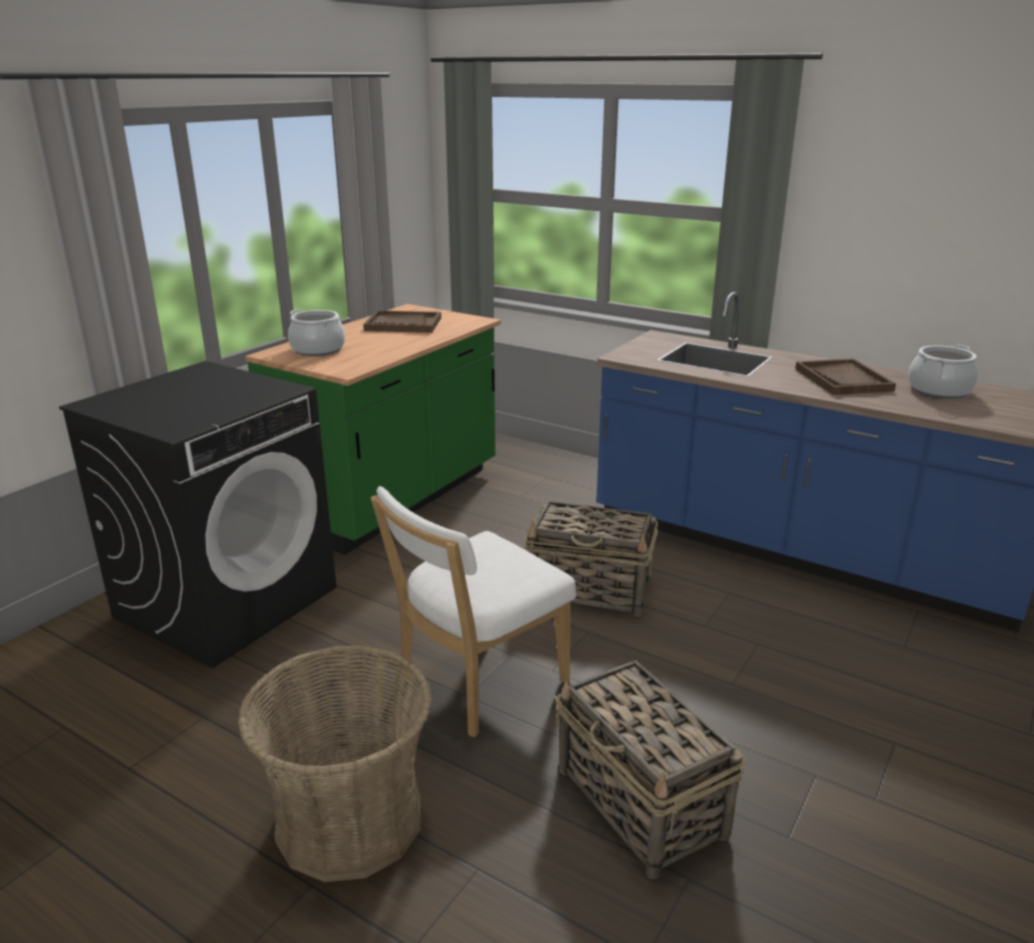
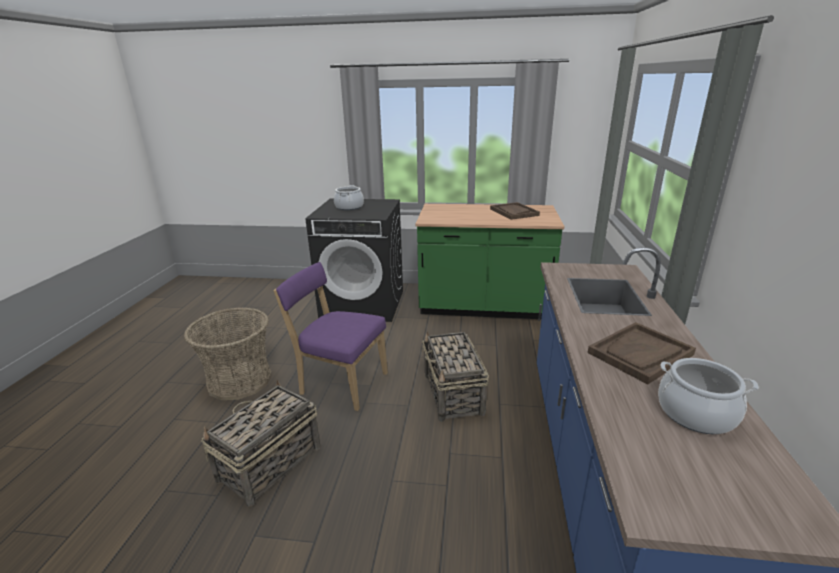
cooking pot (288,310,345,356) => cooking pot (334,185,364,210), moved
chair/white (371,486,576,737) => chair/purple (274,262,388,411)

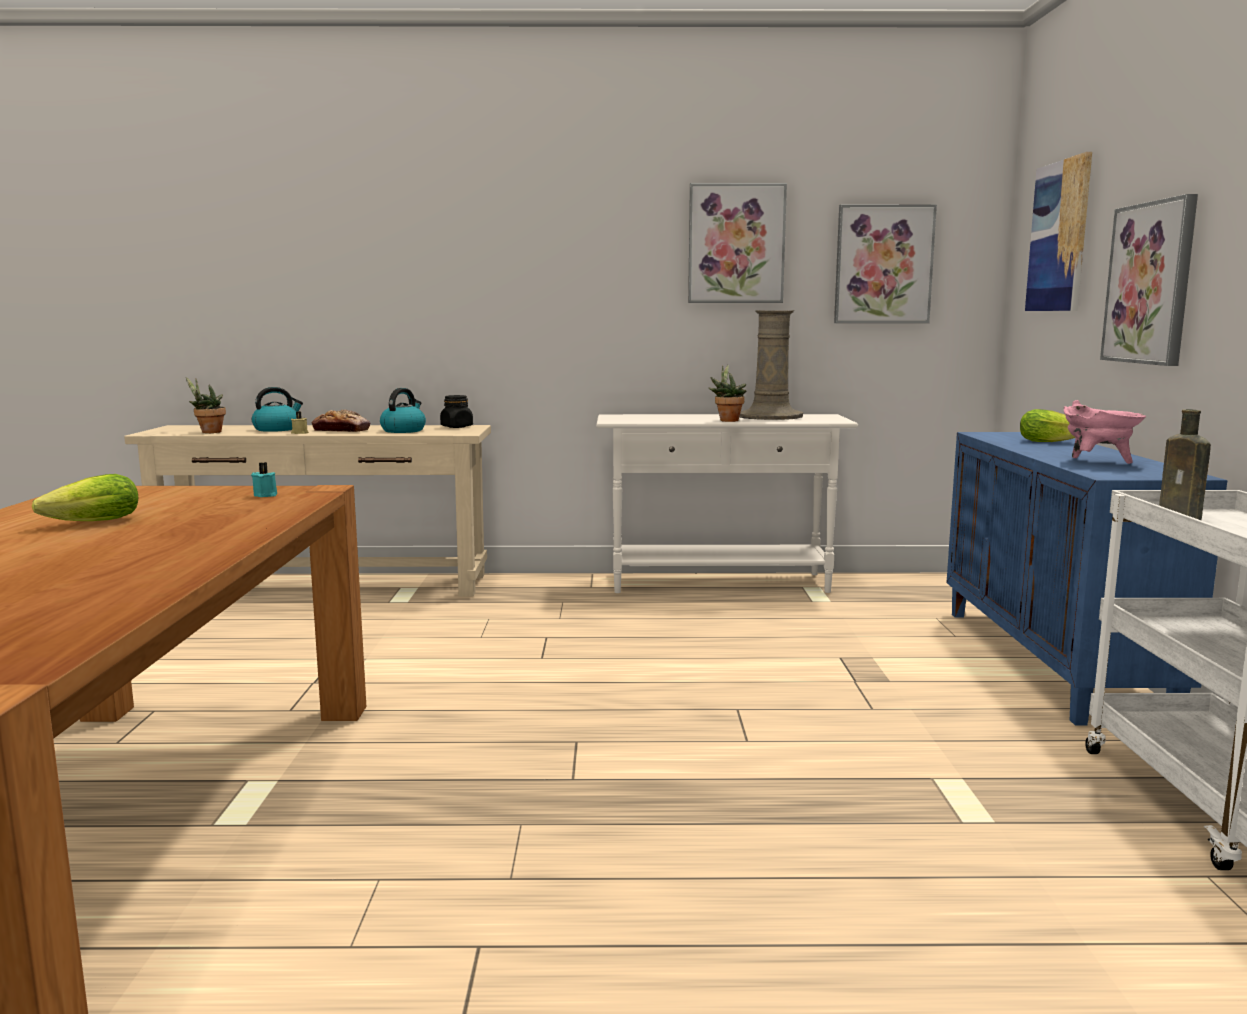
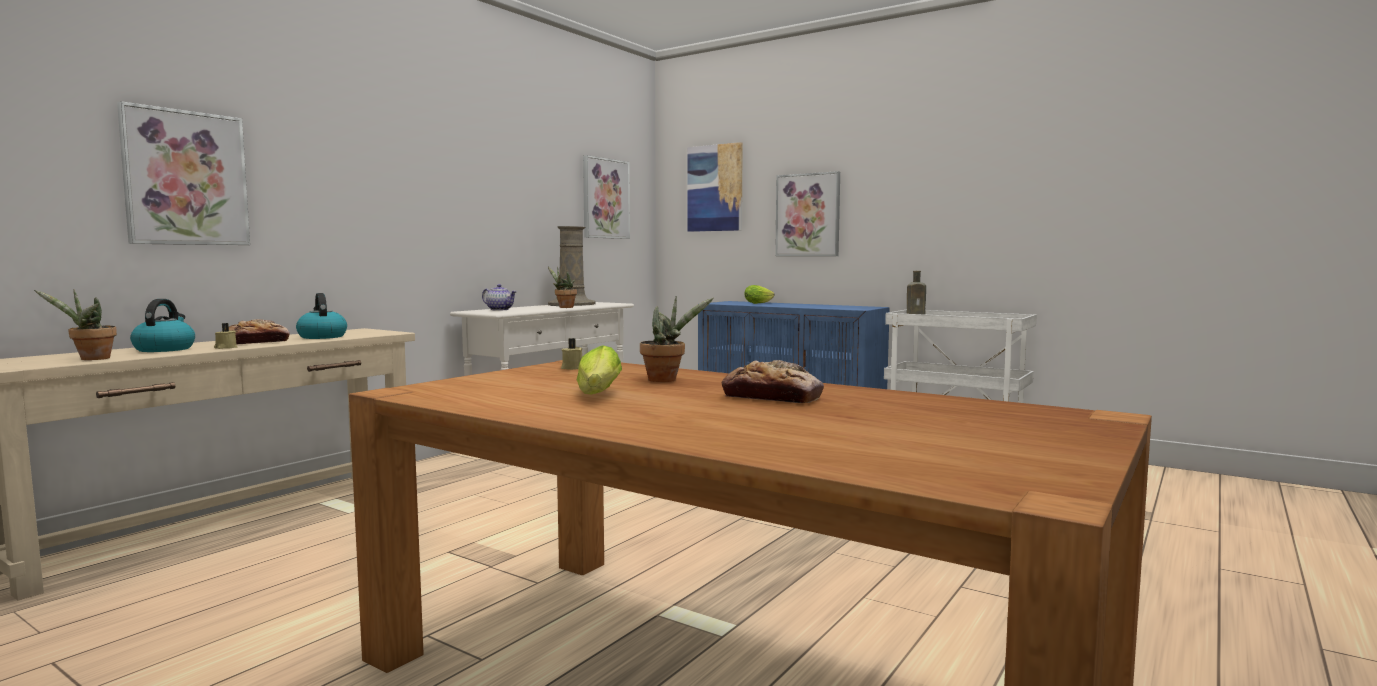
jar/black (440,395,473,428) => nothing
cooking pot/pink (1064,400,1146,464) => nothing
nothing => teapot (482,284,517,310)
nothing => potted plant (640,296,714,382)
nothing => bread (721,360,824,403)
picture (688,183,787,303) => picture (117,101,250,245), moved
candle/turquoise (251,462,277,497) => candle/beige (561,338,582,370)

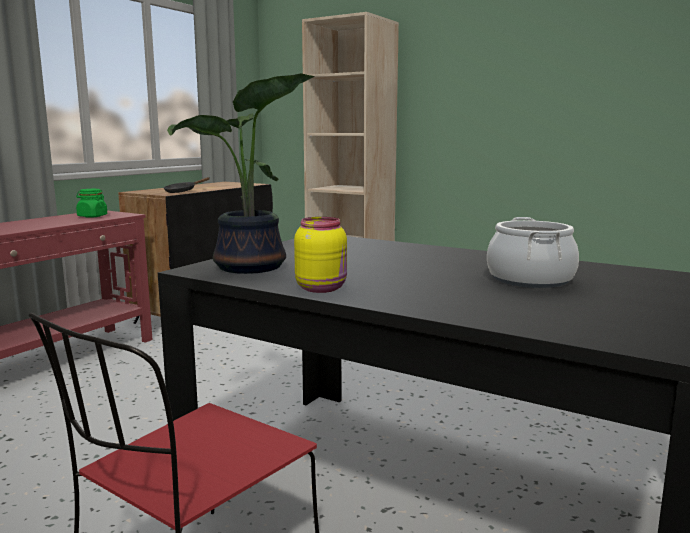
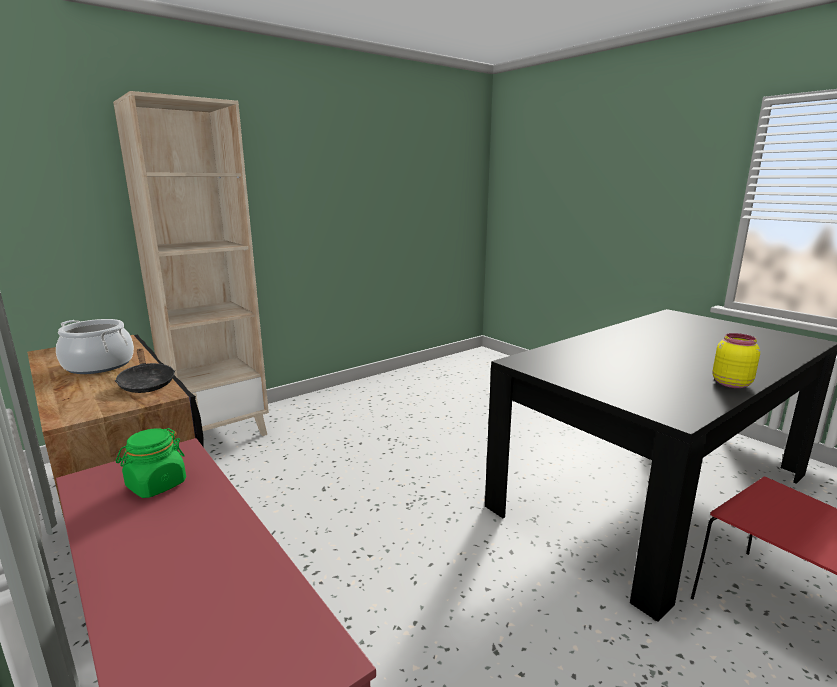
potted plant (167,73,314,274) => nothing
cooking pot (487,217,579,288) => cooking pot (56,319,134,374), moved

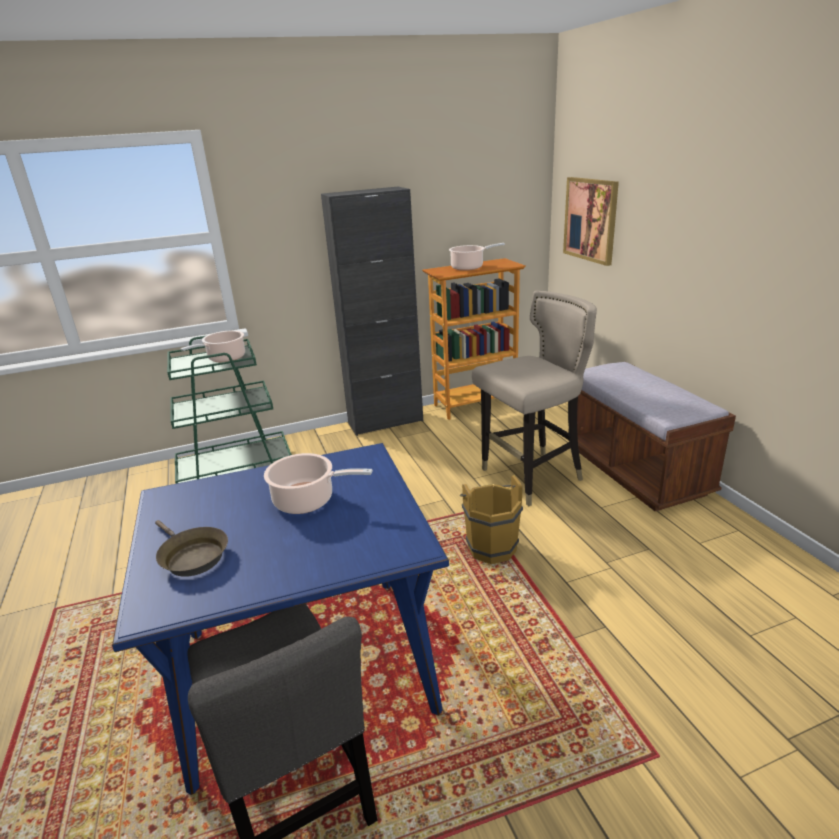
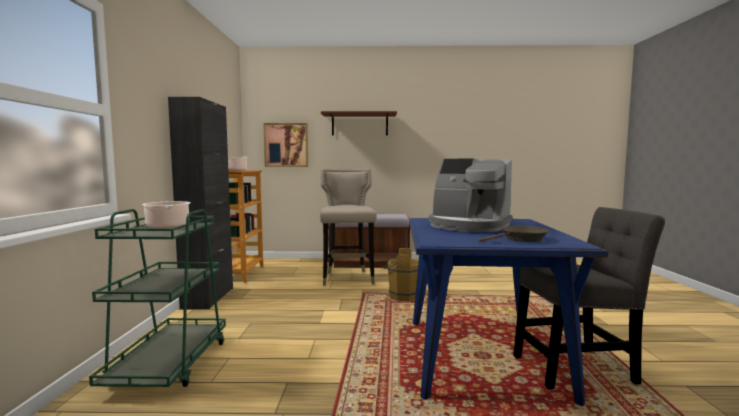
nothing => shelf/brown (321,111,397,136)
cooking pot (264,453,373,514) => coffee machine (429,158,513,232)

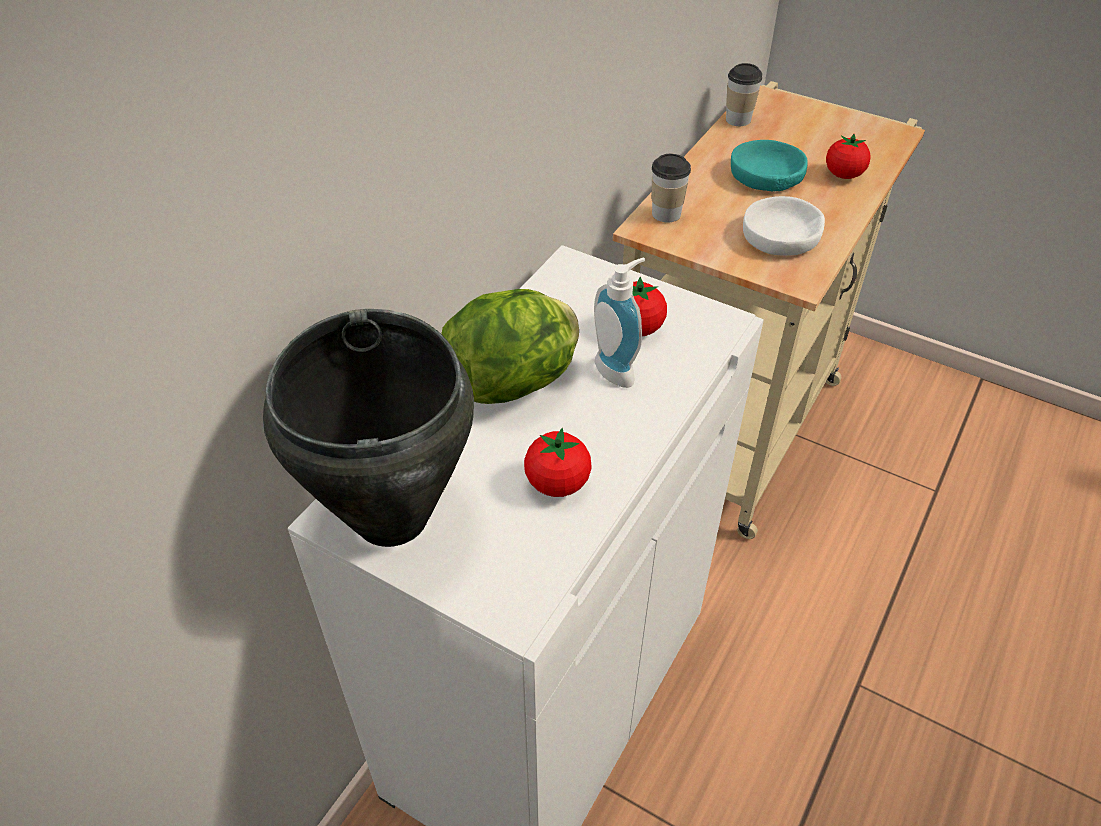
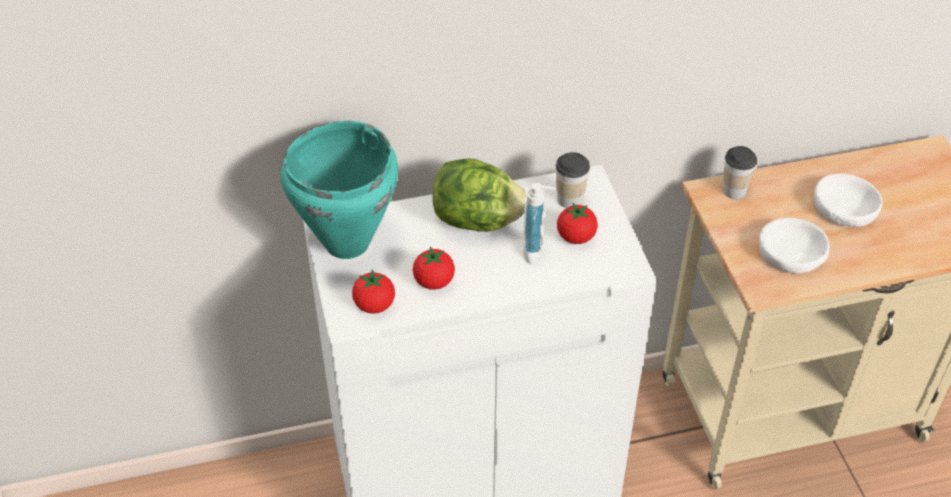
cup (726,63,763,126) => cup (556,152,590,208), moved
tomato (826,134,871,179) => tomato (352,269,395,314), moved
cooking pot/black (263,309,474,547) => cooking pot/turquoise (281,121,398,259)
bowl/turquoise (731,140,808,191) => bowl/white (814,173,883,227)

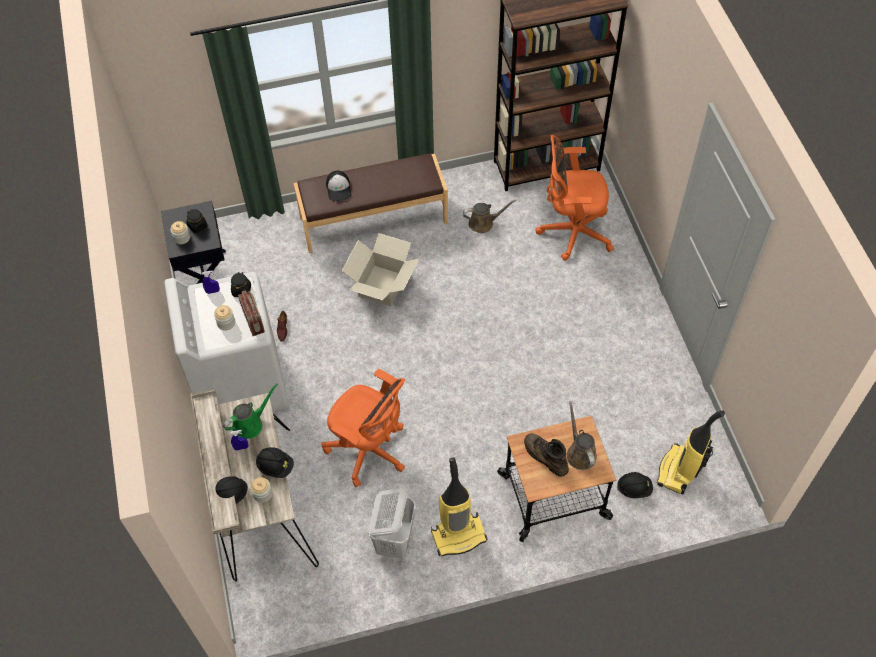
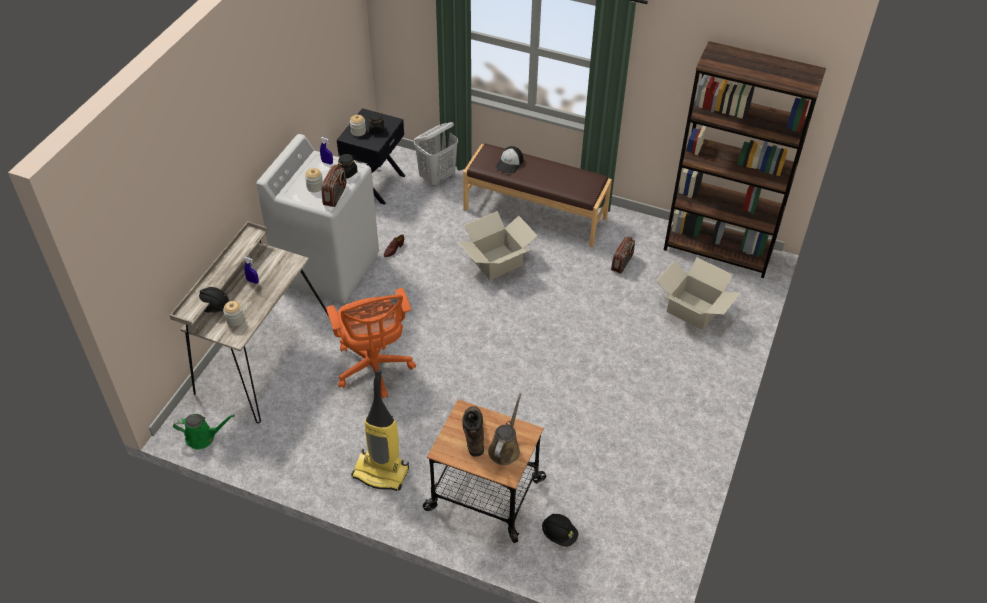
hard hat/black (256,447,294,478) => nothing
vacuum cleaner (657,410,725,495) => nothing
watering can/green (223,383,278,439) => watering can/green (173,414,235,450), moved
laundry basket/white (368,488,415,559) => laundry basket/white (414,122,458,186), moved
watering can/brown (463,200,516,233) => radio (611,236,635,274)
office chair/orange (535,135,614,261) => cardboard box (657,257,740,330)

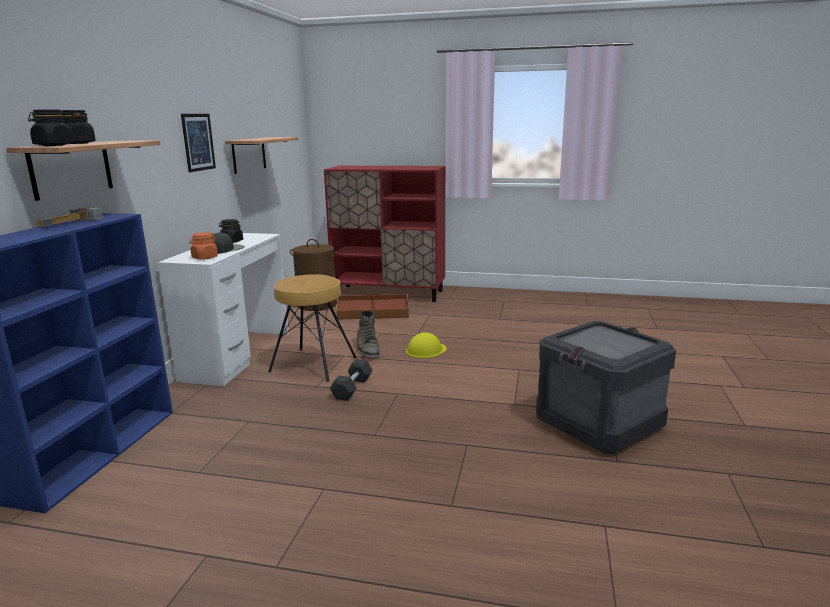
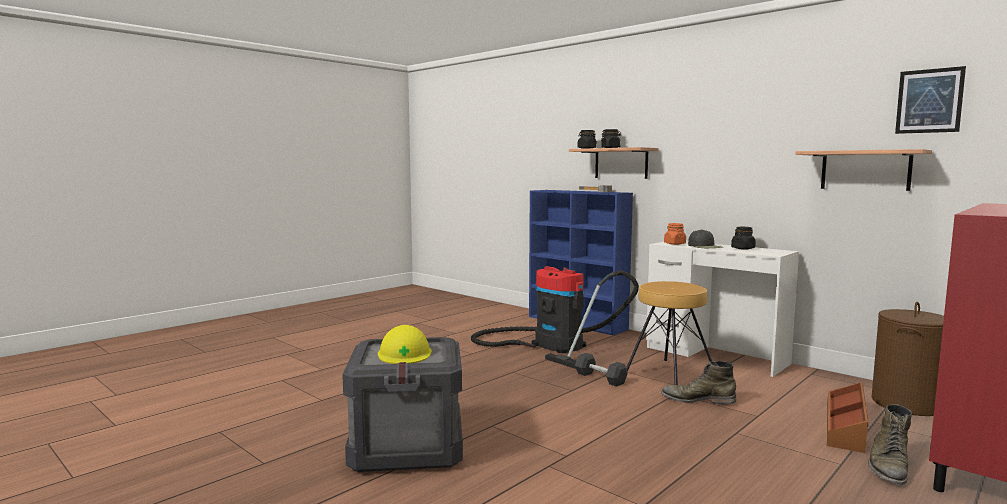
nothing => vacuum cleaner (471,266,639,369)
nothing => boot/green (868,404,912,485)
picture (181,114,216,172) => picture (895,66,966,134), moved
hard hat/yellow (406,332,447,358) => hard hat/yellow (378,325,432,364), moved

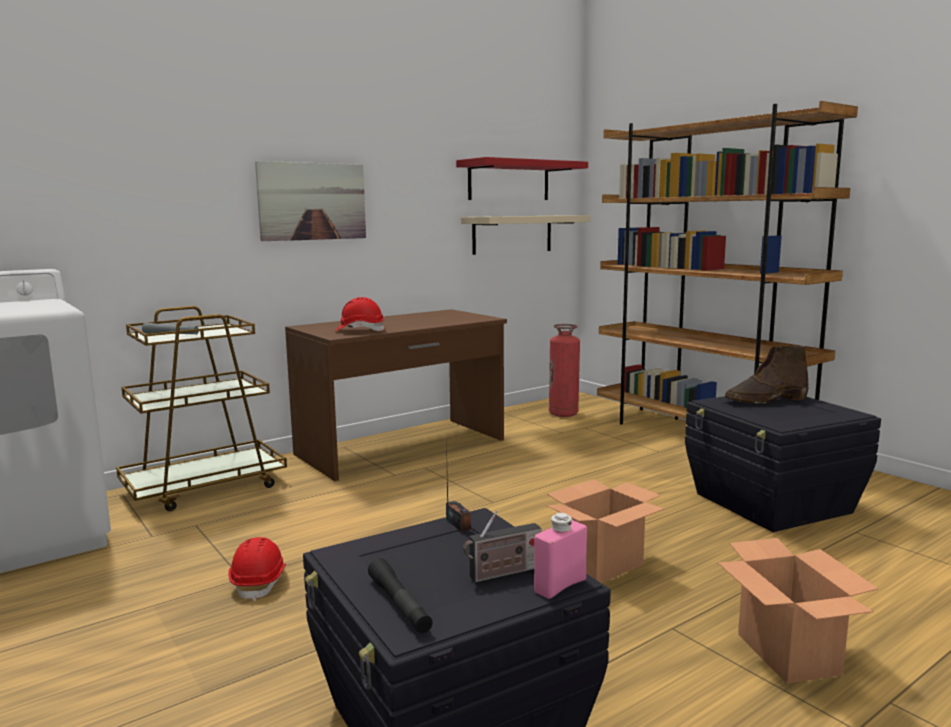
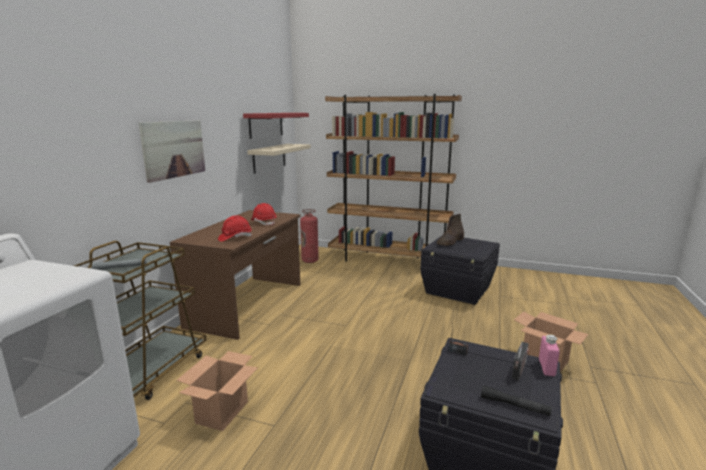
hard hat/red (228,537,286,601) => hard hat/red (251,203,276,226), moved
cardboard box (546,479,664,583) => cardboard box (177,351,258,431), moved

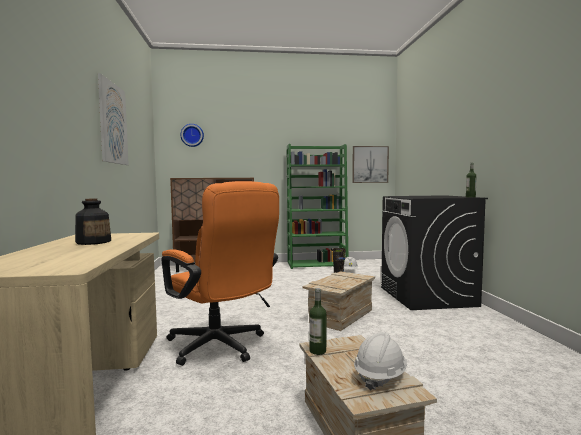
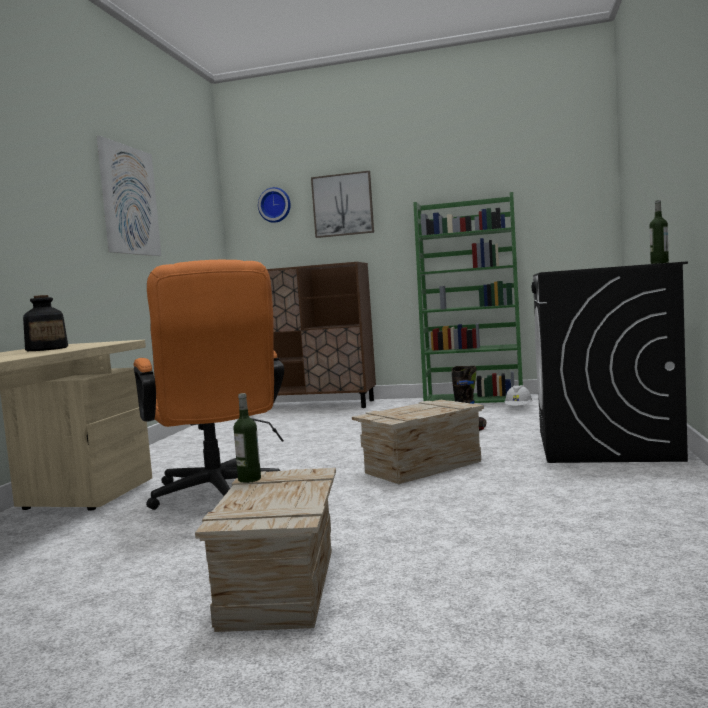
hard hat/white (354,332,407,390) => nothing
picture (352,146,389,183) => picture (311,171,374,238), moved

